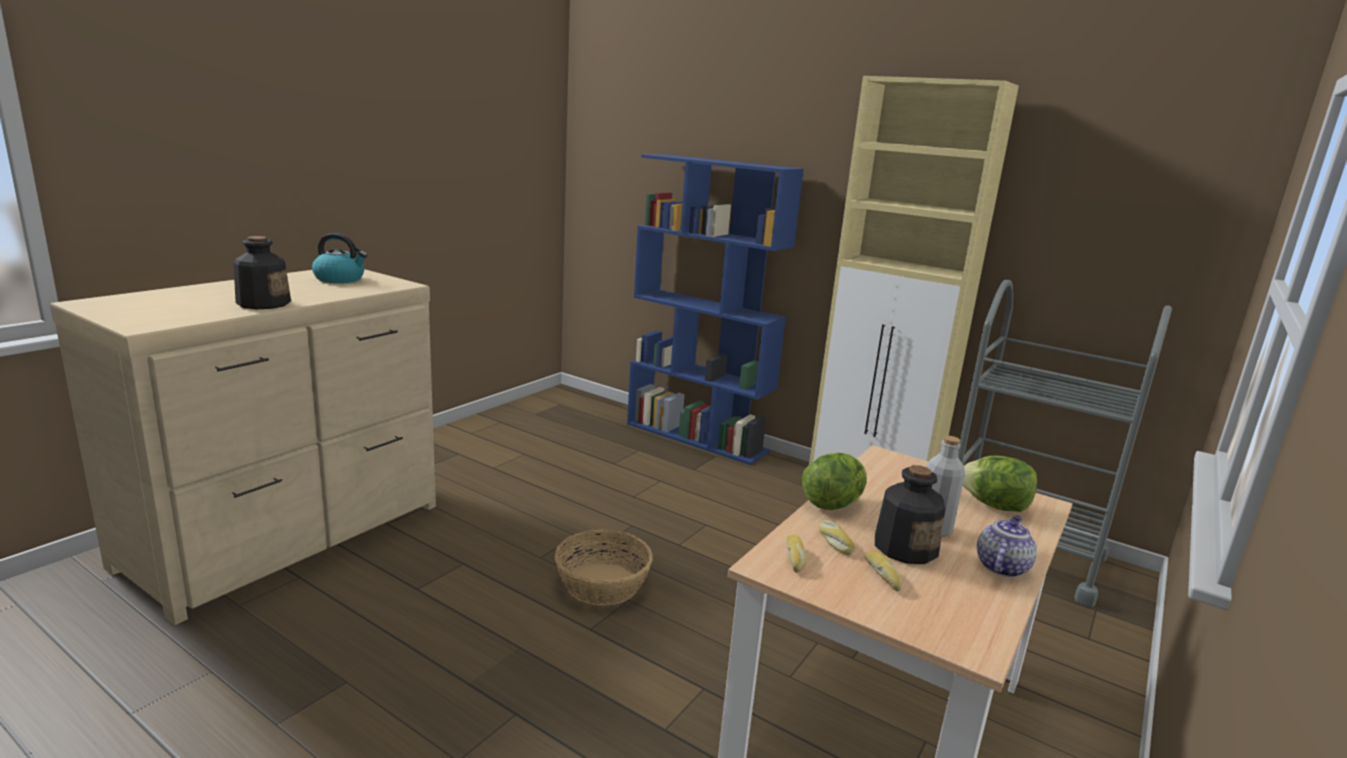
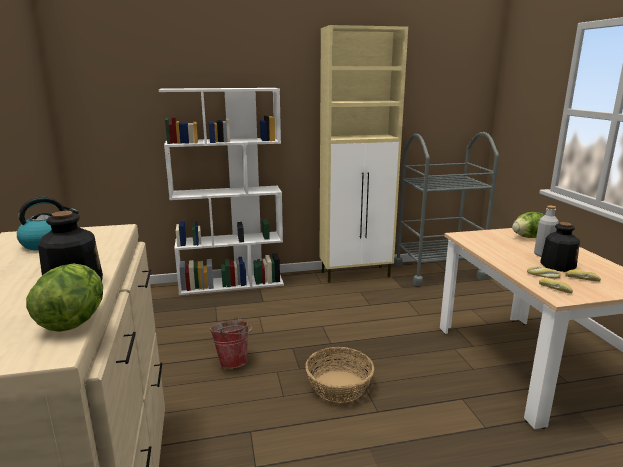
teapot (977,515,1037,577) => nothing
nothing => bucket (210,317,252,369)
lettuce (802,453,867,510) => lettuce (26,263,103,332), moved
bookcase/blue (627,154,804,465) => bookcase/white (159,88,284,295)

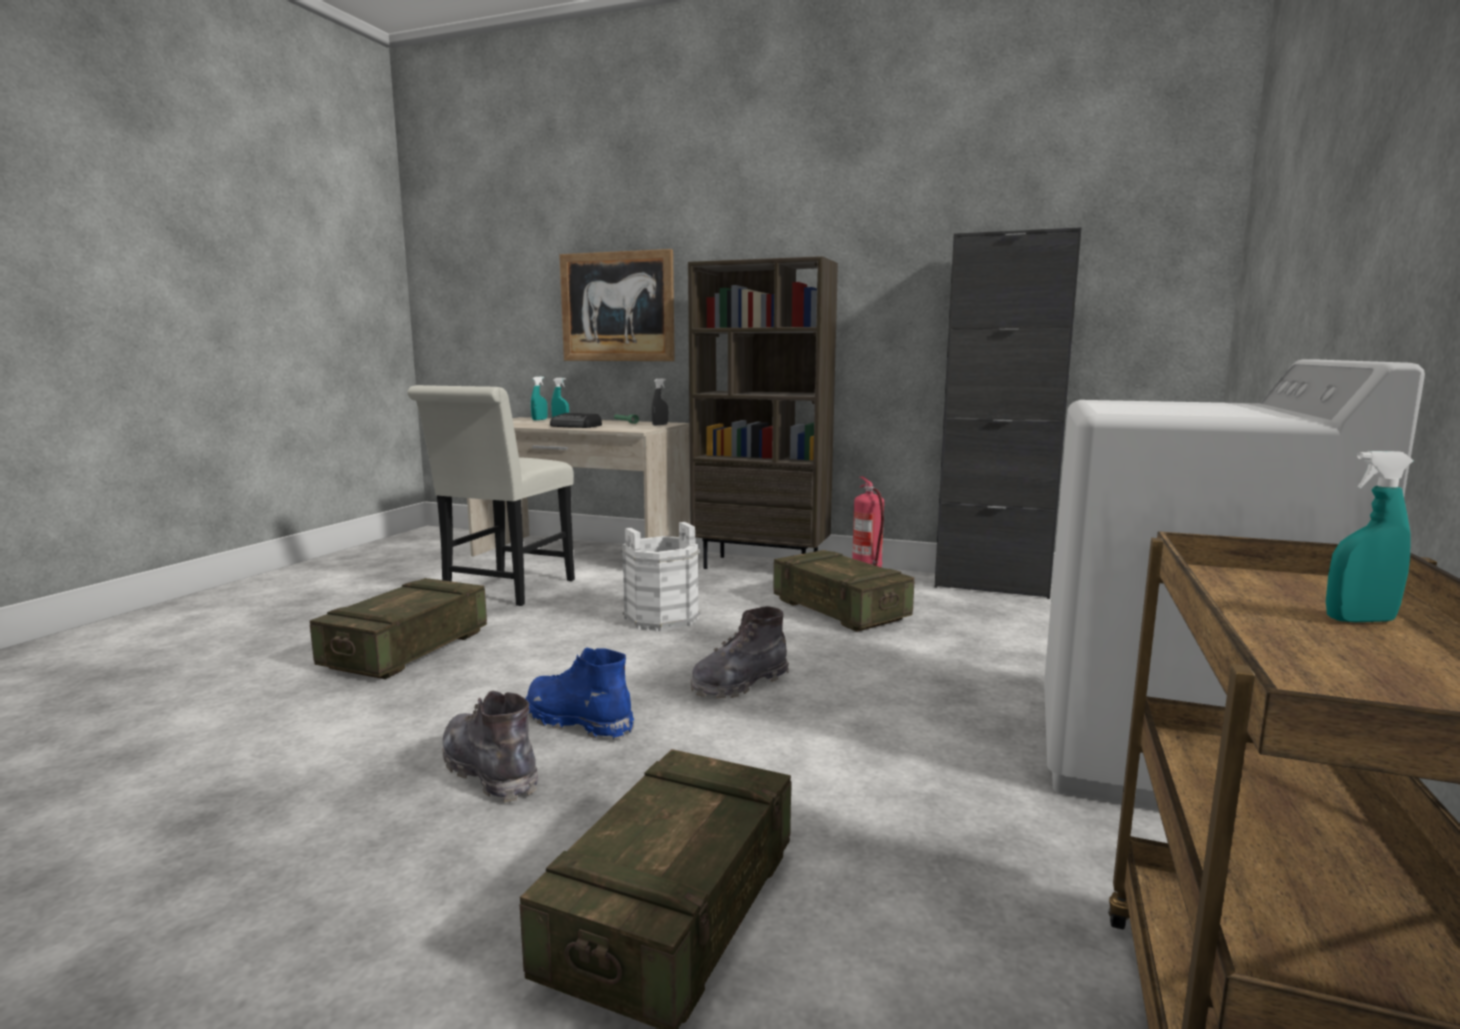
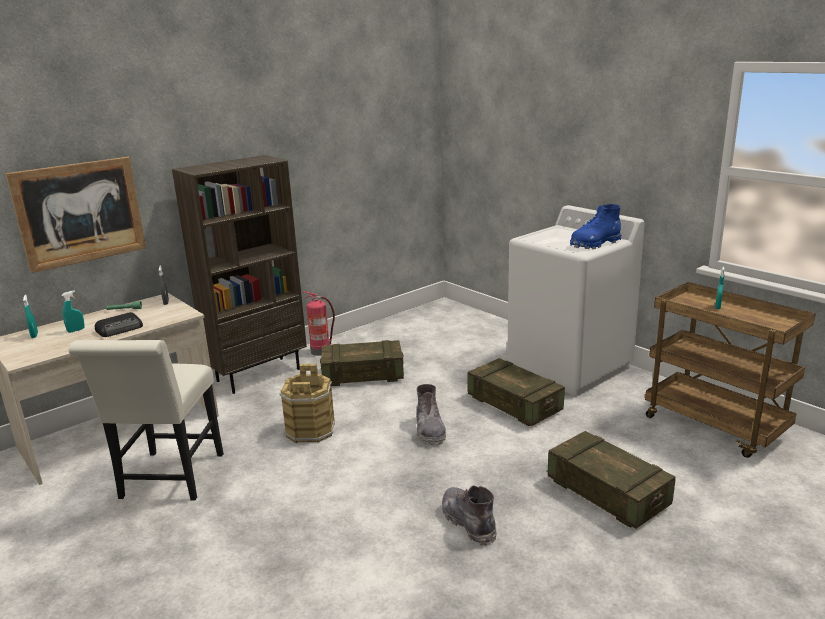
cabinet/black (935,227,1082,599) => nothing
crate (310,578,487,679) => crate (467,358,565,426), moved
boot/blue (525,648,634,740) => boot/blue (570,204,621,249), moved
bucket/white (621,522,701,631) => bucket/brown (279,364,335,443)
chair/white (407,385,575,606) => chair/white (69,340,224,501), 45 degrees clockwise
boot/grey (442,691,538,802) => boot/grey (442,485,496,546), 75 degrees clockwise

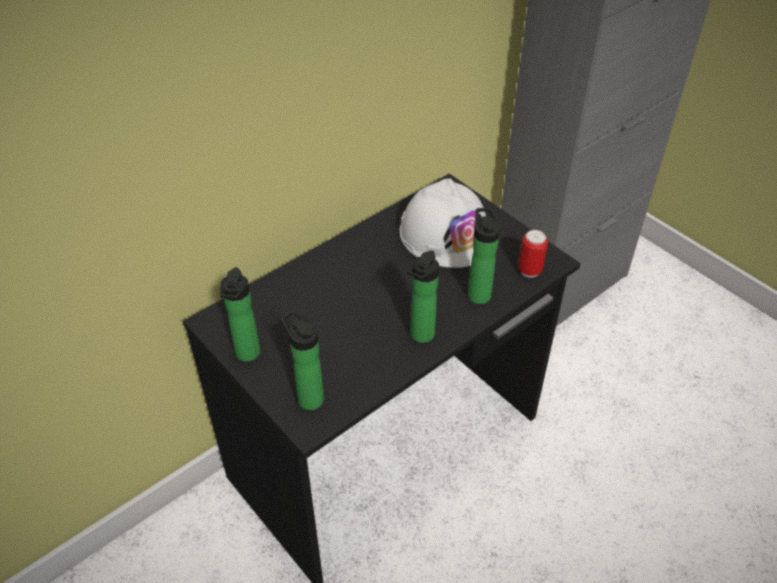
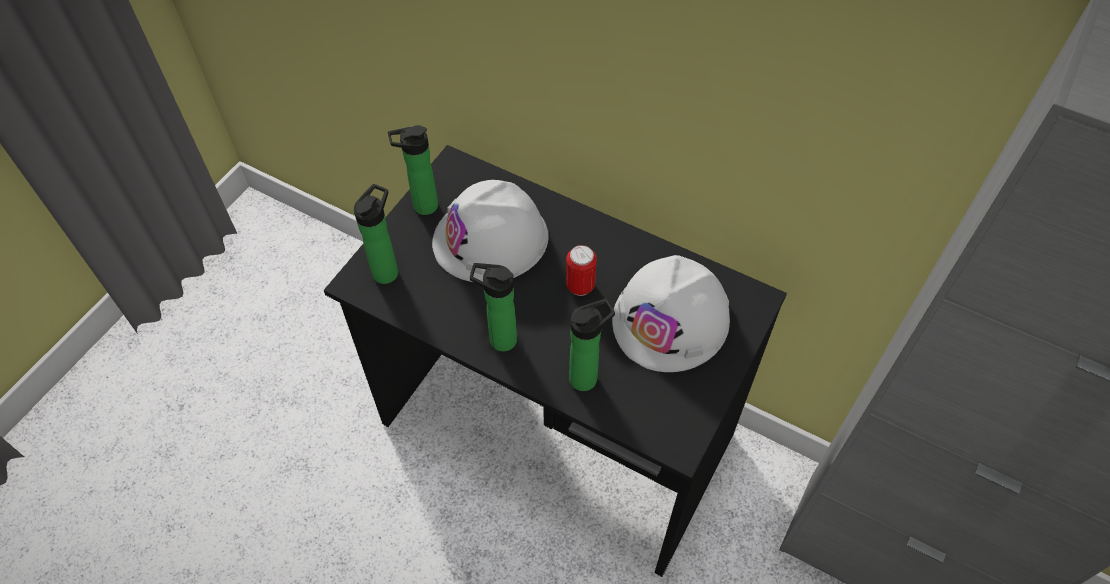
nothing => hard hat/white (432,180,549,282)
can (518,230,548,278) => can (566,245,597,296), moved

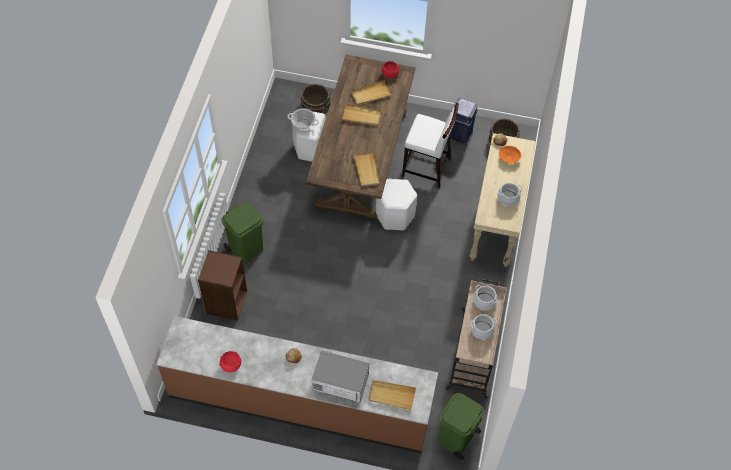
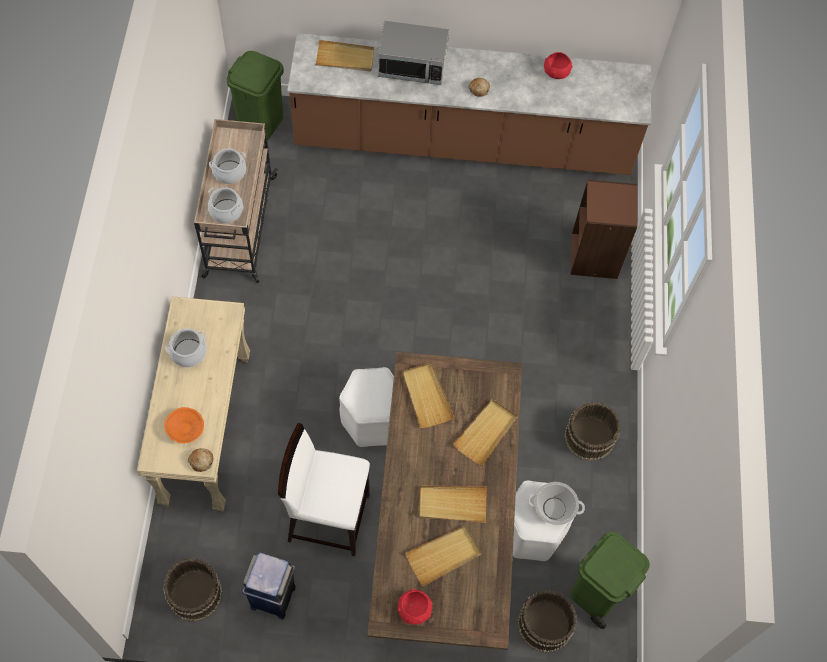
nothing => tray/beige (453,399,518,465)
nothing => bucket/brown (564,402,621,461)
trash can/green (222,202,264,263) => trash can/green (571,532,649,629), moved

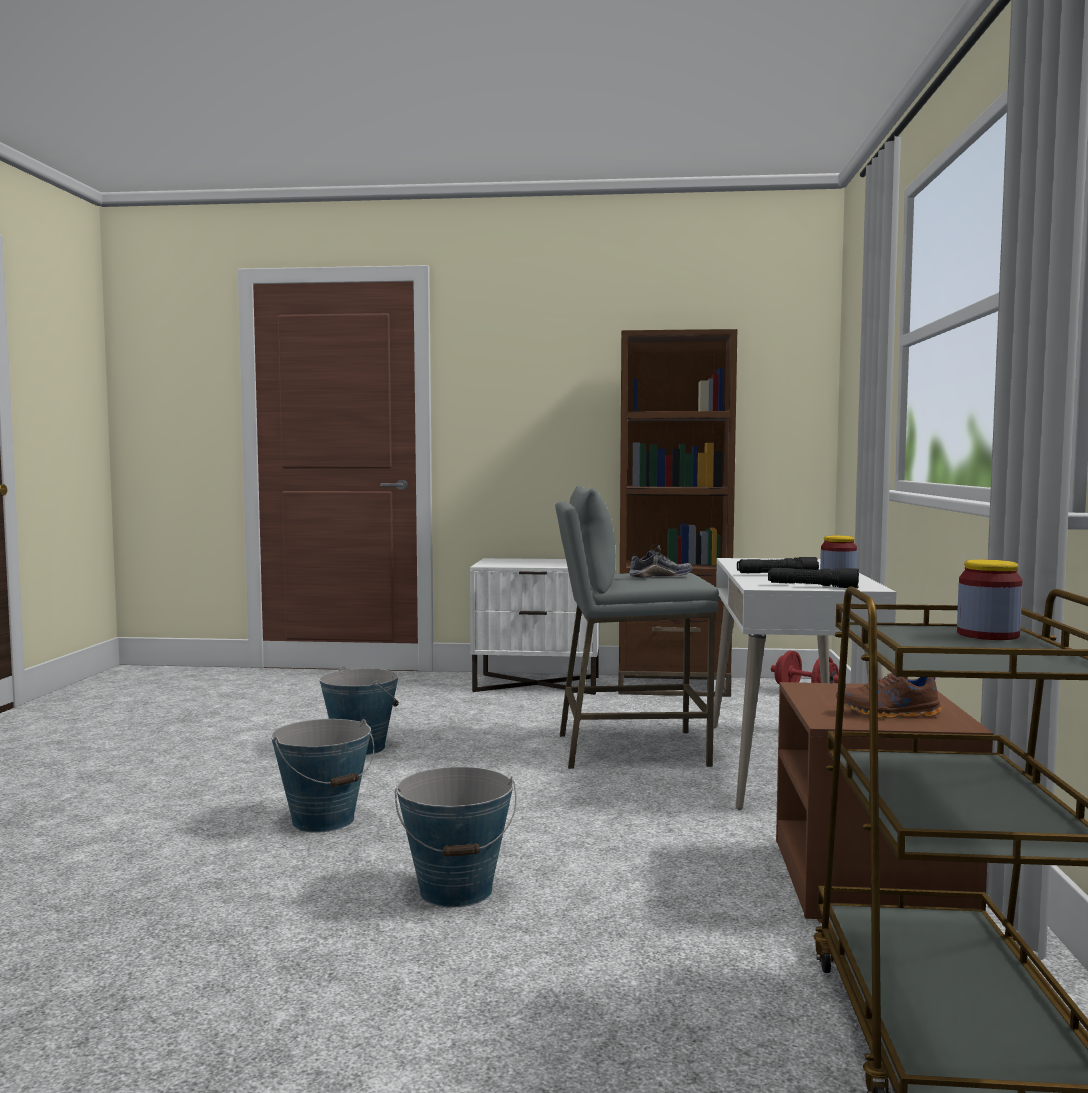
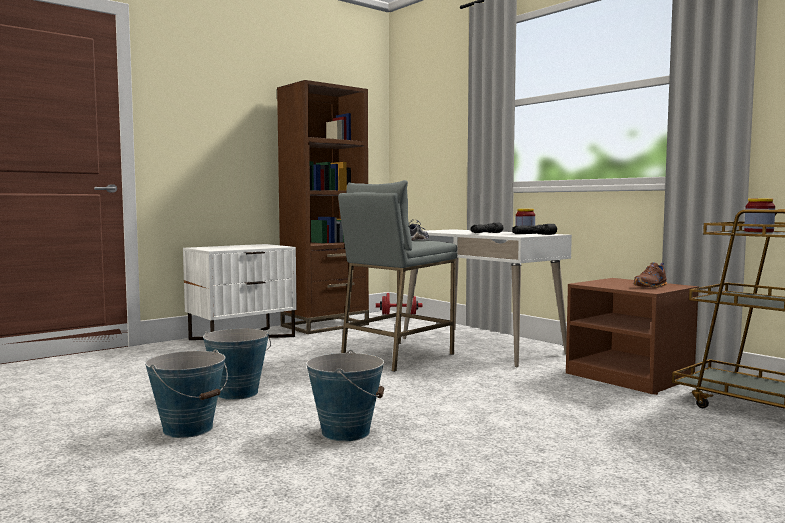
bucket (395,767,517,908) => bucket (145,349,228,438), moved

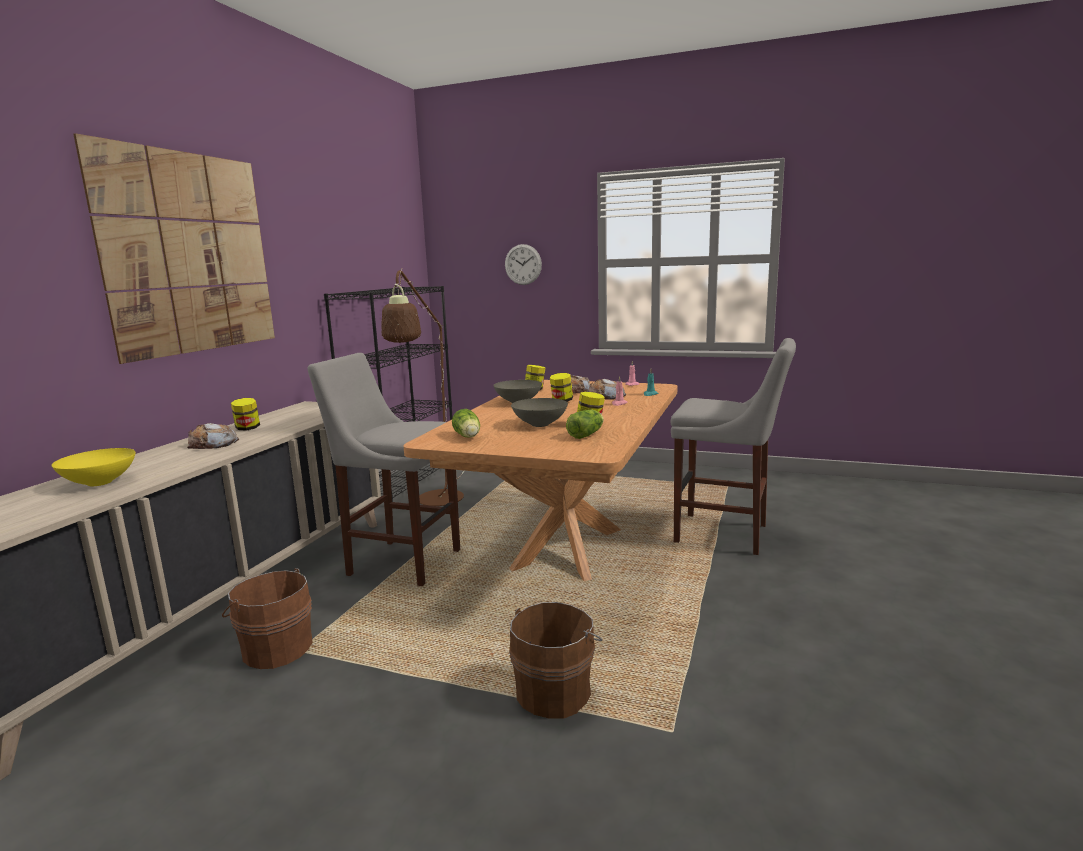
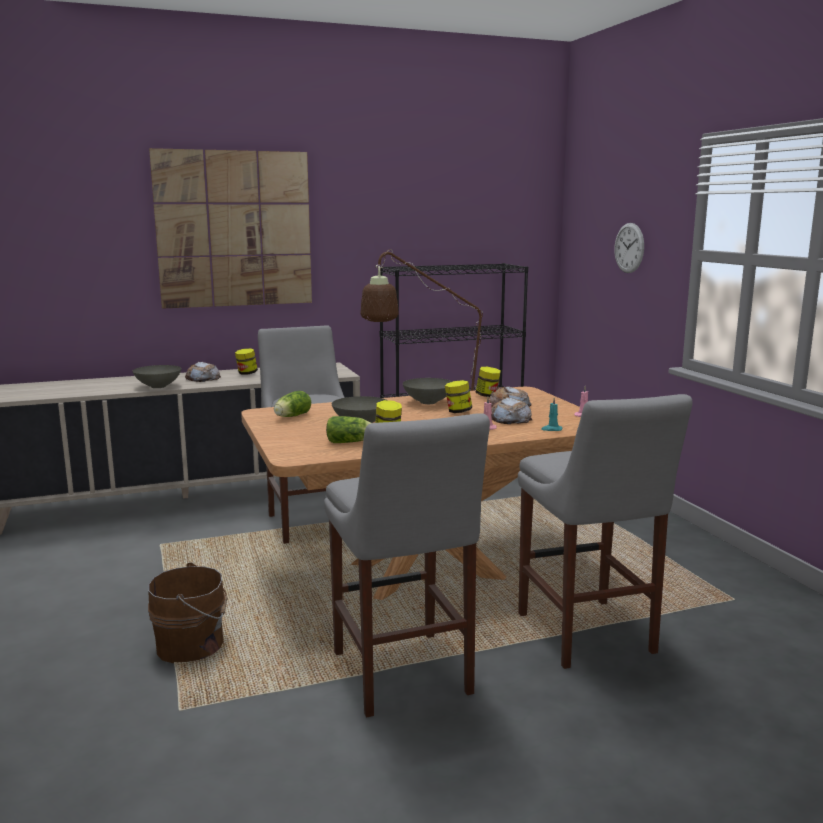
bowl/yellow (52,448,136,486) => nothing
bucket/brown (222,568,313,669) => nothing
nothing => bowl/grey (132,365,181,388)
nothing => stool/grey (324,413,490,717)

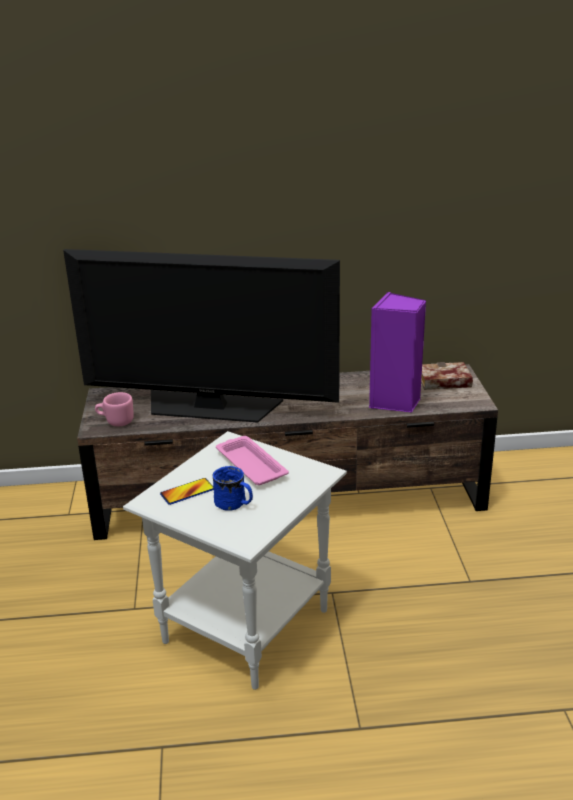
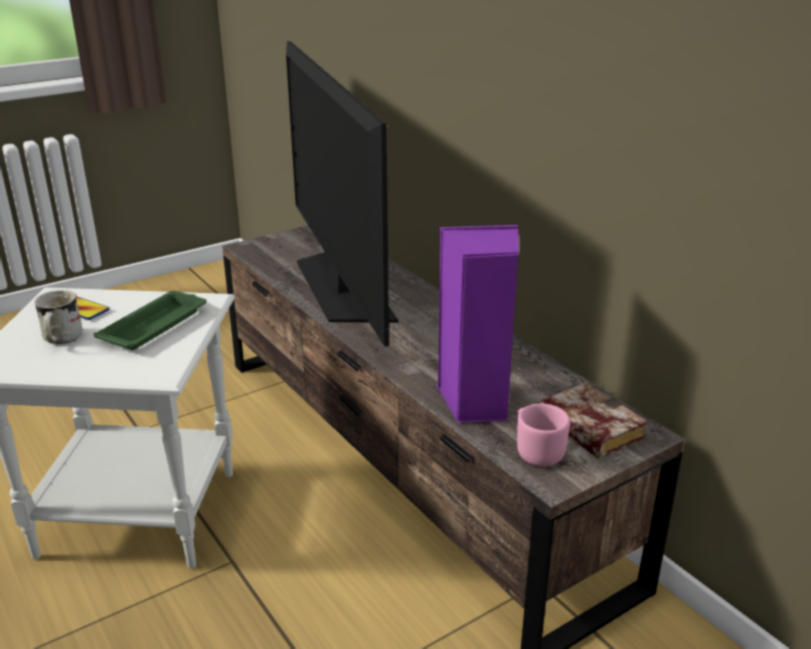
mug/pink (95,392,134,426) => mug/pink (517,404,570,466), moved
mug/blue (213,466,253,511) => mug/white (34,290,83,344)
tray/pink (216,436,289,485) => tray/green (94,291,207,350)

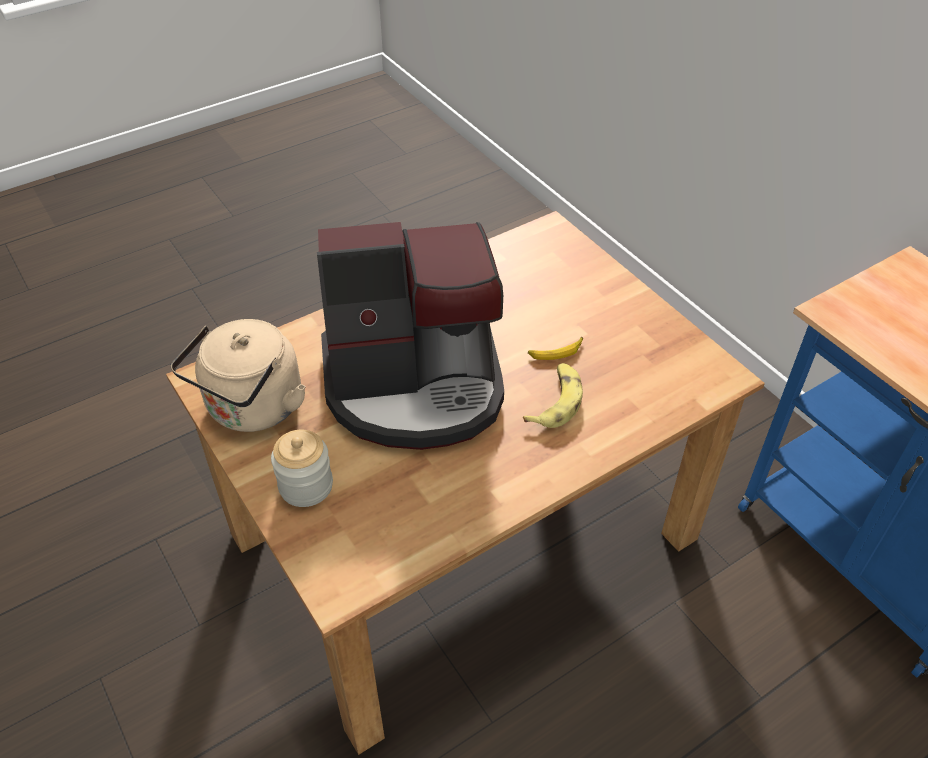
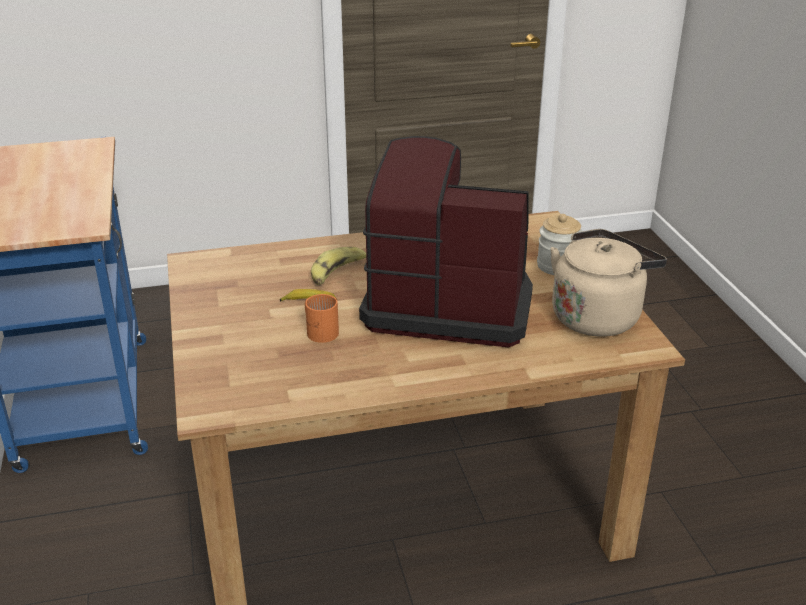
nothing => mug/orange (305,294,339,343)

